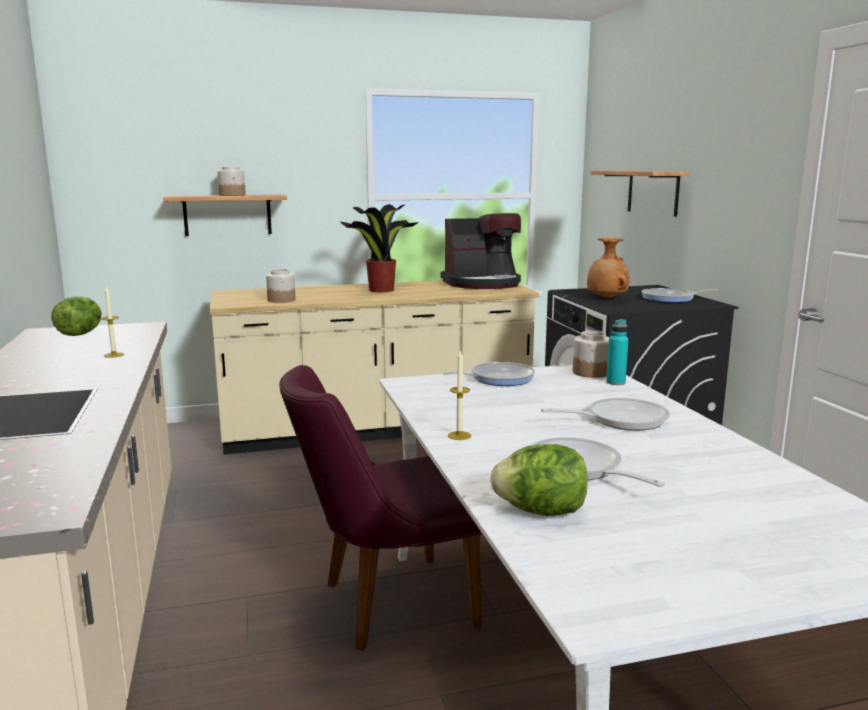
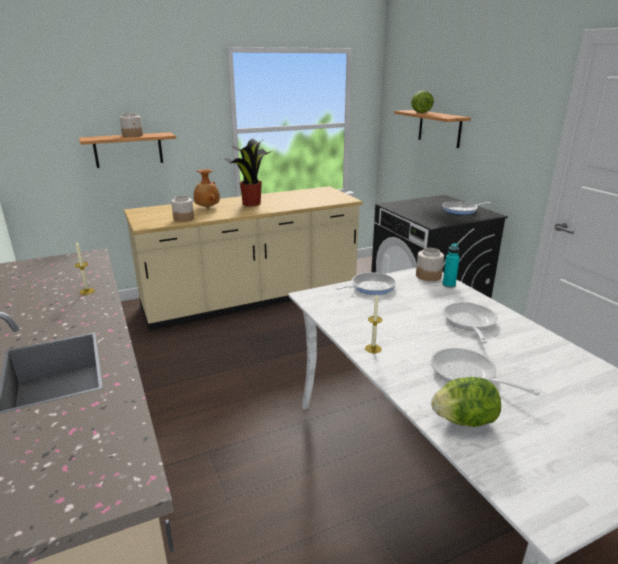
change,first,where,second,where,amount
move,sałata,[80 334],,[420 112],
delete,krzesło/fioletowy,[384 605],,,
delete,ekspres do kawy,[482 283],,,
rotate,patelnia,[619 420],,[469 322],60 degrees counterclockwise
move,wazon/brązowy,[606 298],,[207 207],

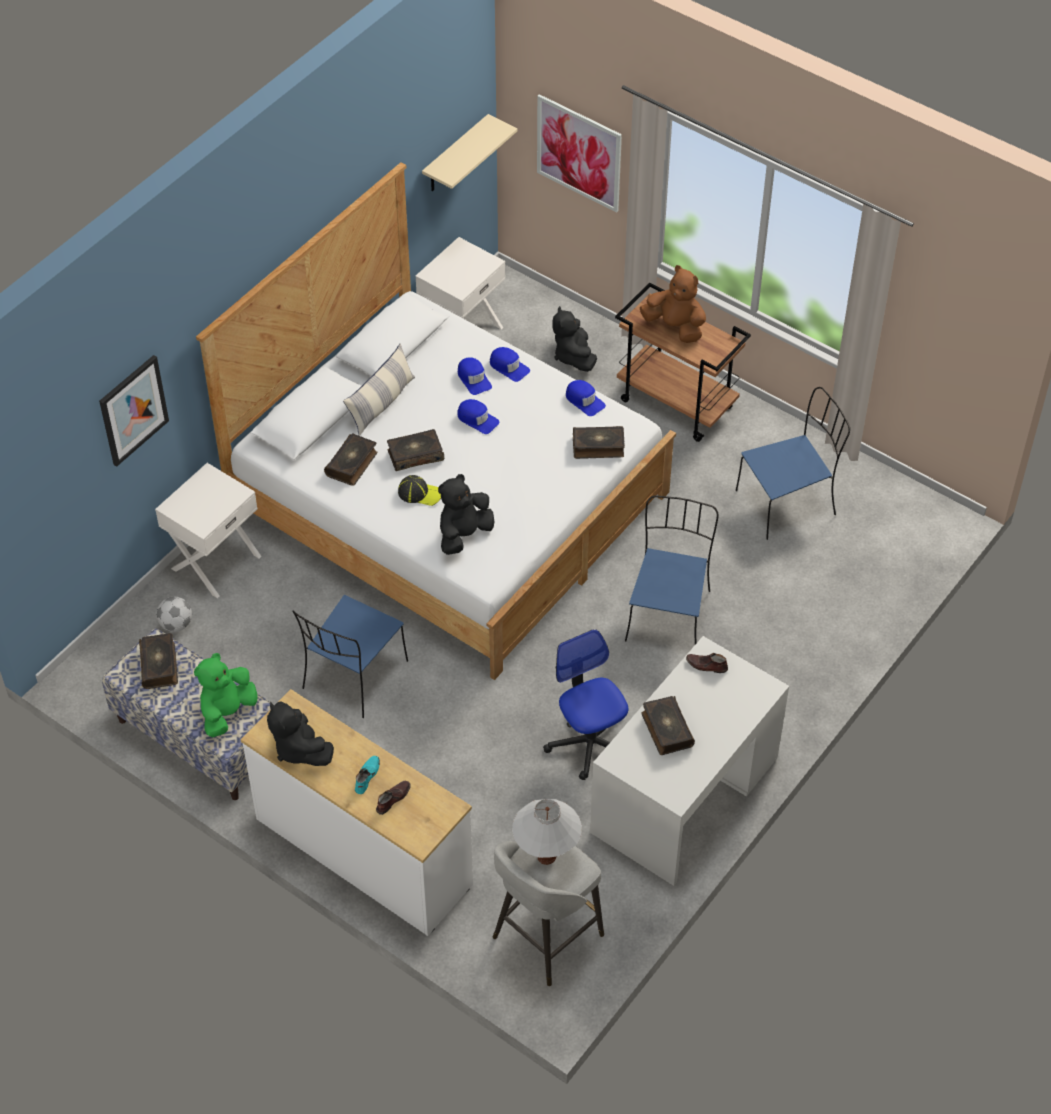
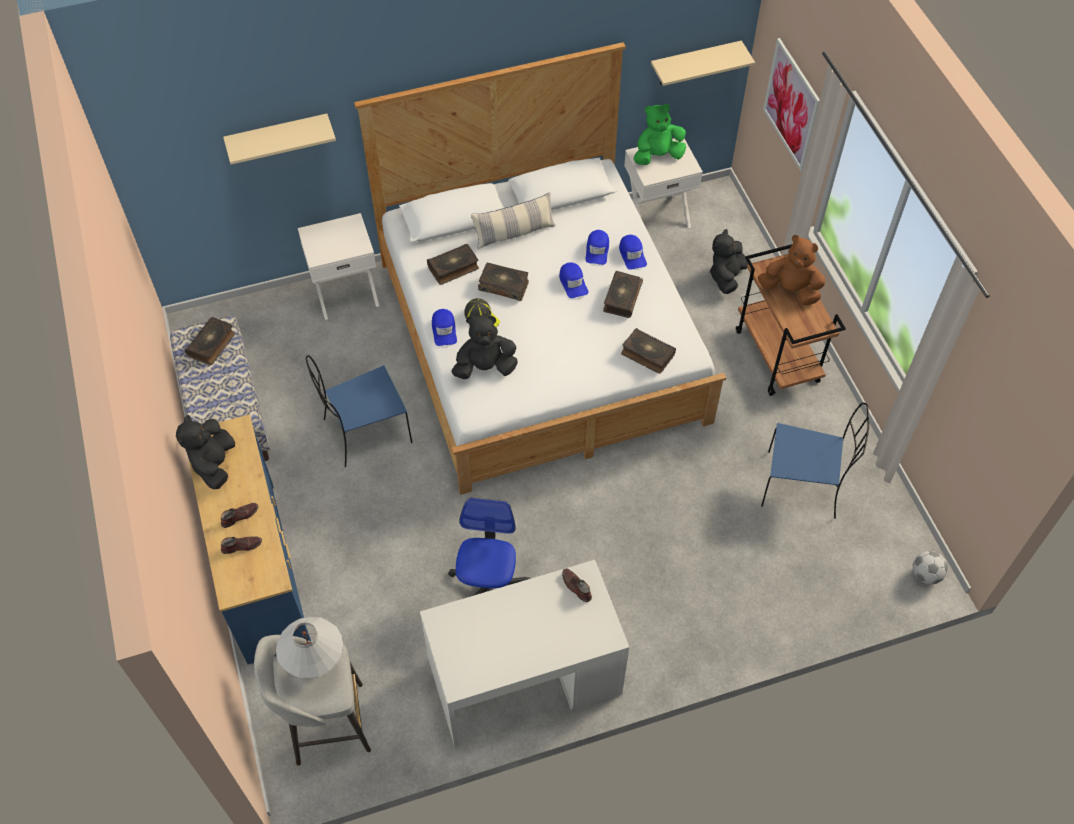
change,first,where,second,where,amount
replace,obraz,[133 410],półka/beżowy,[278 137],
move,piłka futbolowa,[176 624],,[925 575],
move,pluszak/zielony,[227 712],,[657 156],
recolor,komoda/biały,[363 852],komoda/niebieski,[259 569],
recolor,but/turkusowy,[366 776],but/brązowy,[240 516],
move,czapka z daszkiem/niebieski,[584 400],,[444 330],
delete,krzesło/niebieski,[668 614],,,
rotate,pluszak/brązowy,[675 327],,[790 290],45 degrees counterclockwise
move,książka,[666 730],,[621 298],

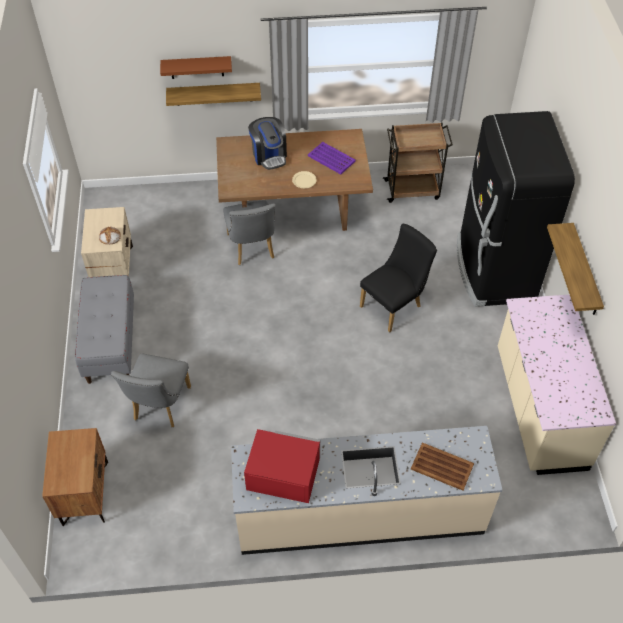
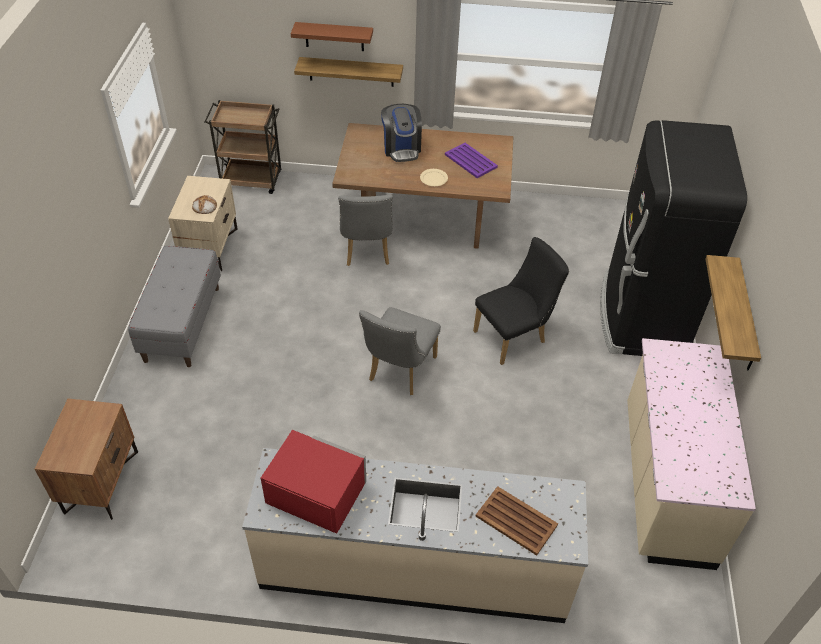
change,first,where,second,where,amount
move,krzesło/szary,[159 407],,[399 372],
move,wózek/brązowy,[413 189],,[251 180],

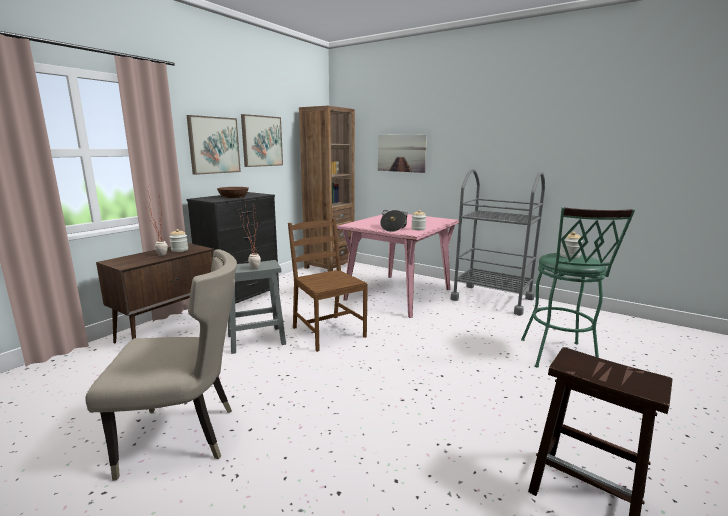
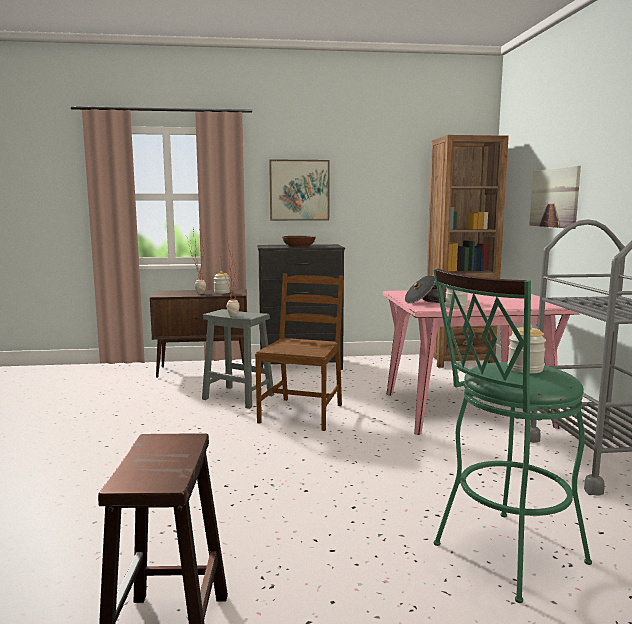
change,first,where,second,where,amount
delete,krzesło/beżowy,[185 436],,,
delete,obraz,[262 141],,,

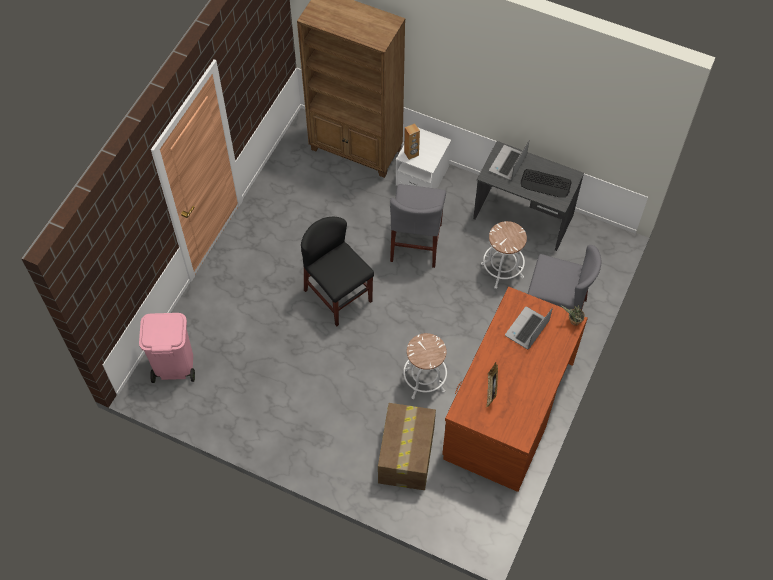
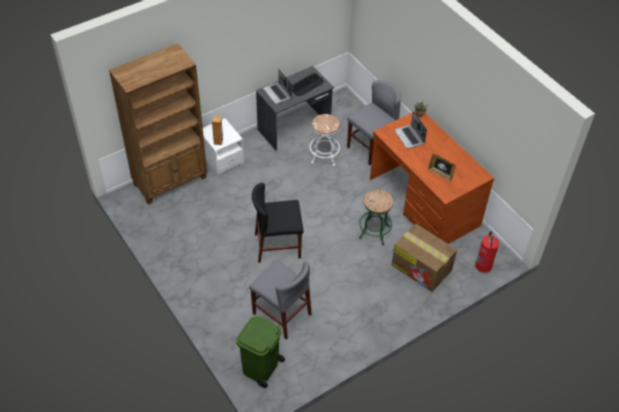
change,first,where,second,where,amount
recolor,kosz na śmieci/różowy,[174 365],kosz na śmieci/zielony,[260 368],
move,krzesło/szary,[416 242],,[281 314],
recolor,stołek/biały,[424 380],stołek/zielony,[374 232],
insert,,,gaśnica,[483 265],

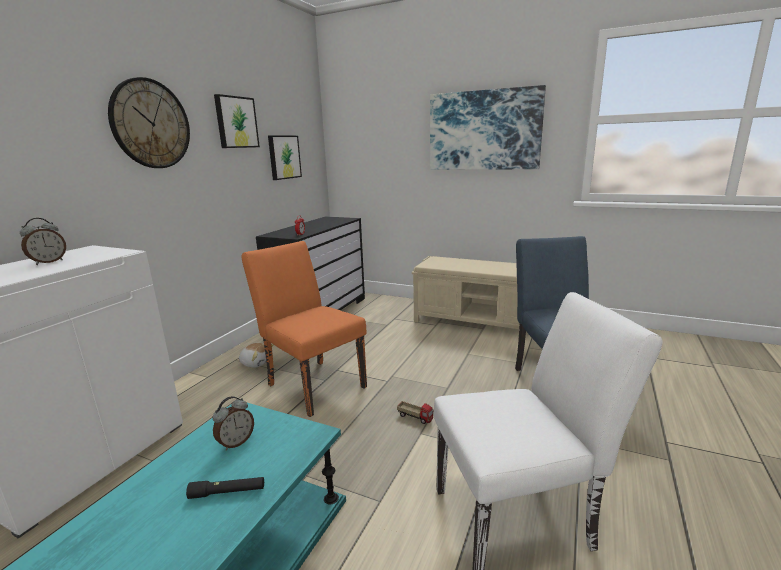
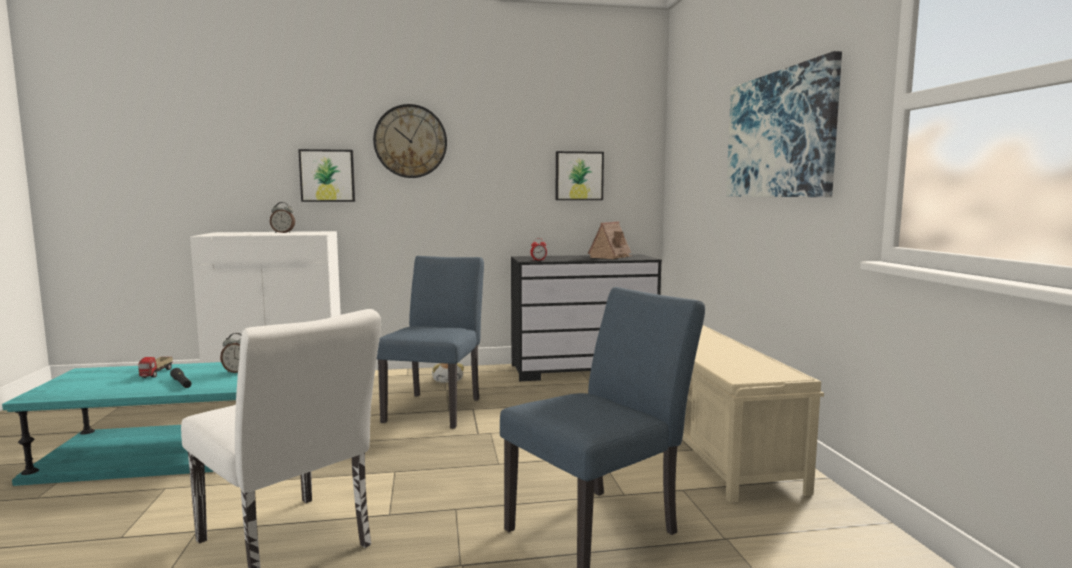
change,first,where,second,where,amount
move,obraz,[236 122],,[327 175],
recolor,krzesło/pomarańczowy,[312 383],krzesło/niebieski,[437 407],
move,ciężarówka zabawkowa,[415 417],,[157 373],
insert,,,domek,[610 257],

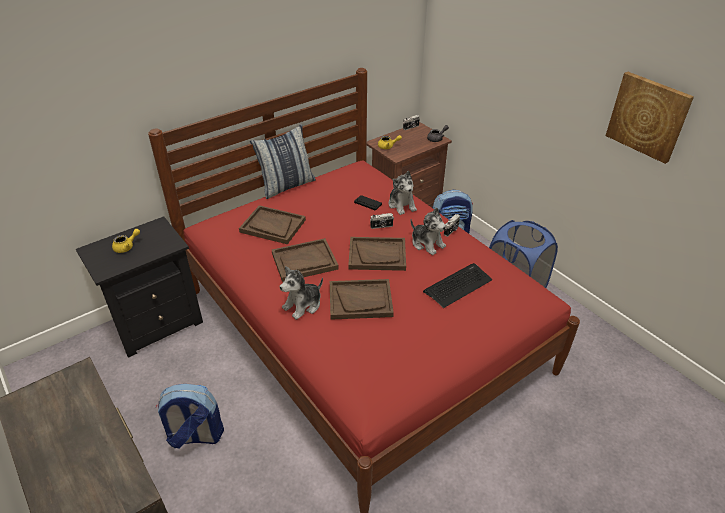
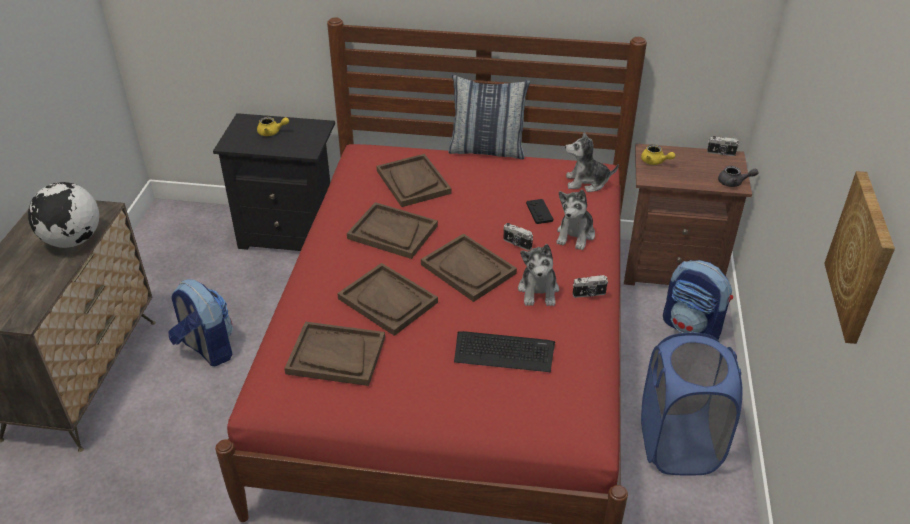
change,first,where,second,where,amount
move,pluszak,[303 305],,[586 182],
insert,,,globus,[73 241],
insert,,,taca/brązowy,[336 355],

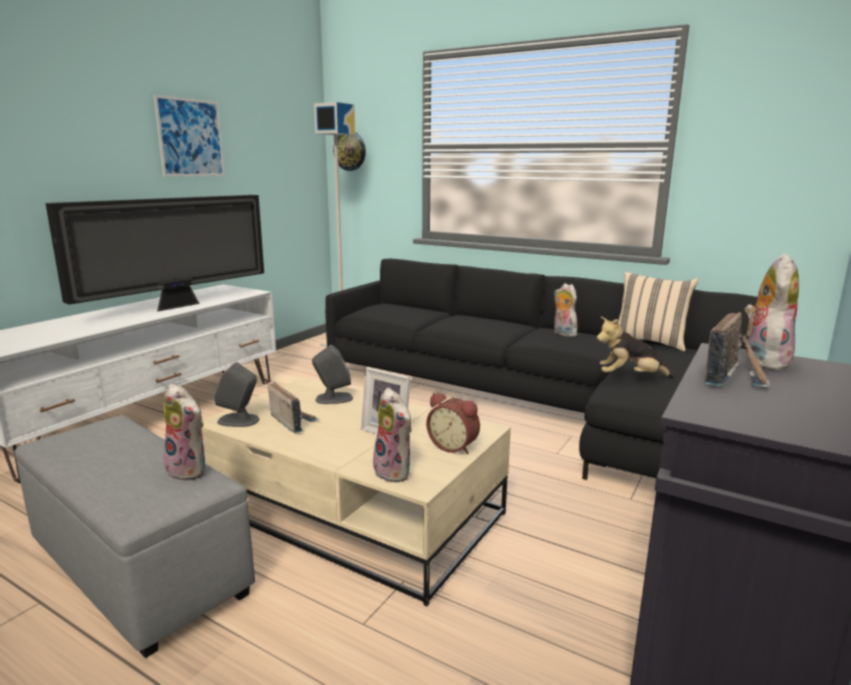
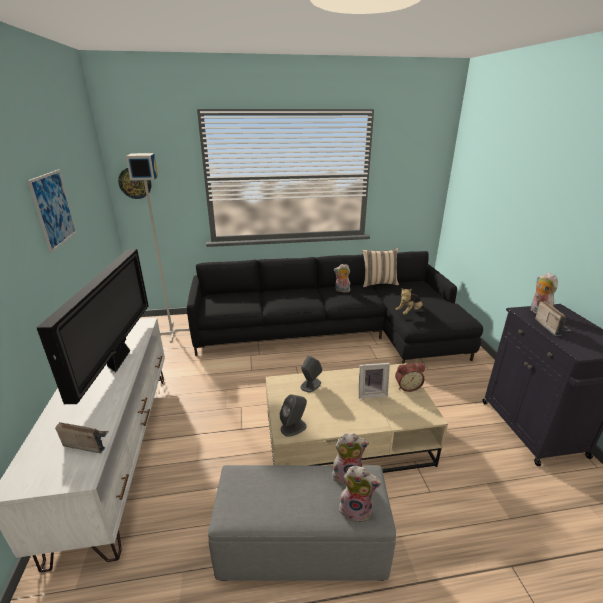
change,first,where,second,where,amount
move,radio,[293 421],,[87 442],
move,pluszak,[395 472],,[356 509],

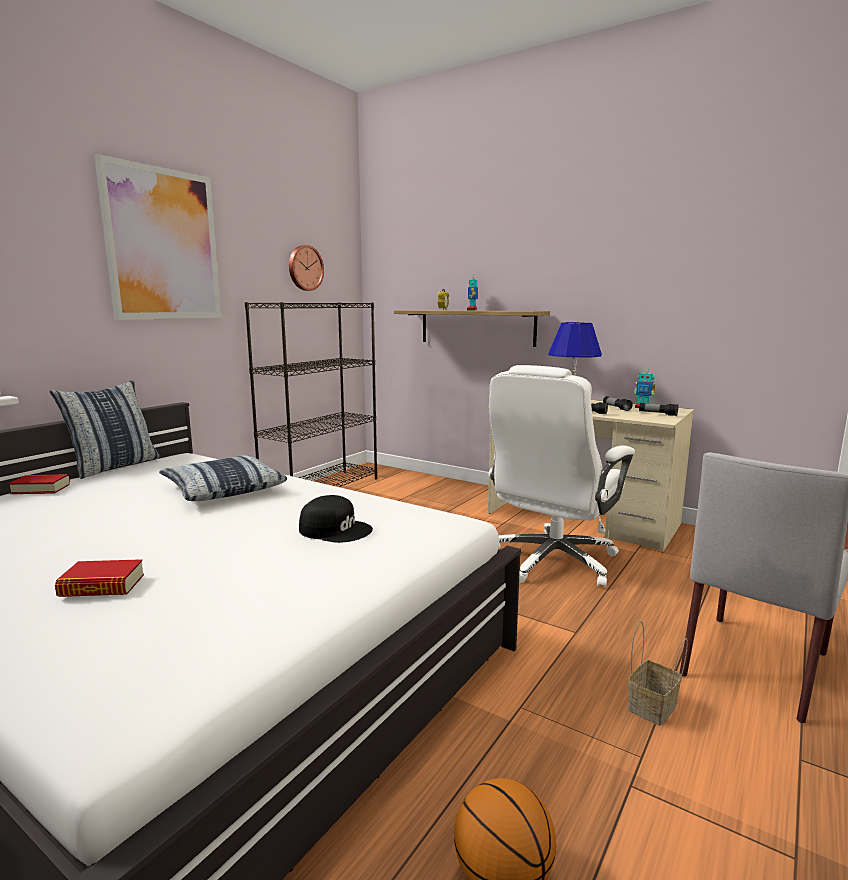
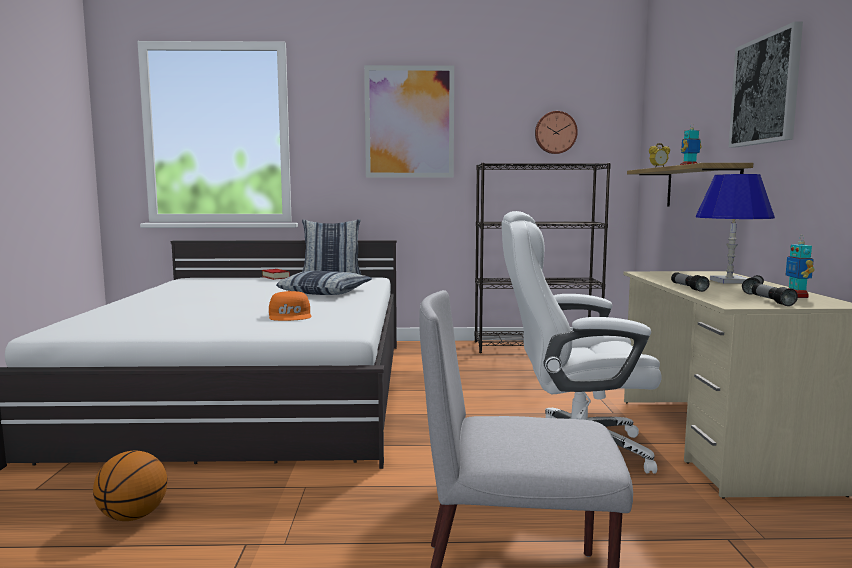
change,first,where,second,where,amount
delete,książka,[102 586],,,
recolor,czapka z daszkiem/czarny,[335 529],czapka z daszkiem/pomarańczowy,[291 315],
delete,koszyk,[652 708],,,
insert,,,obraz,[766 90],

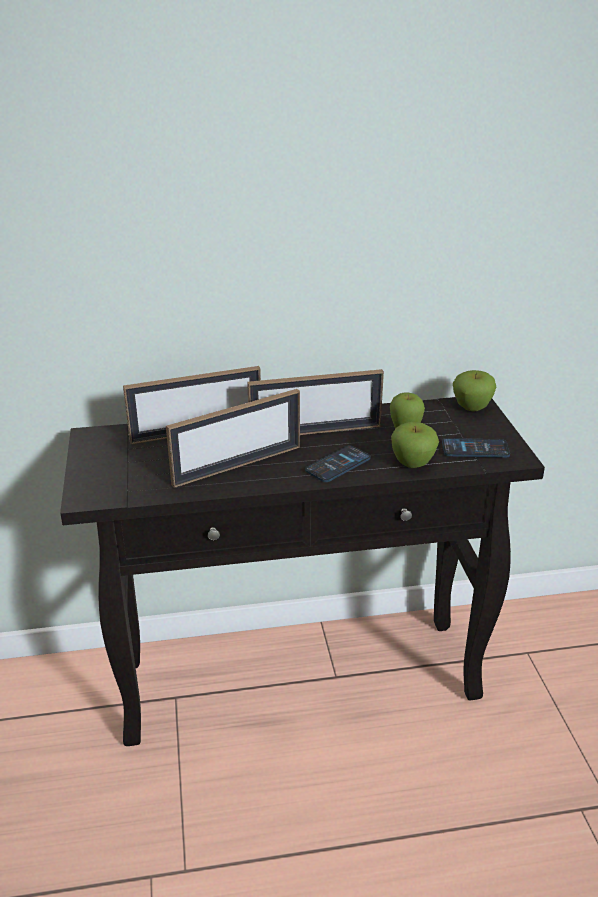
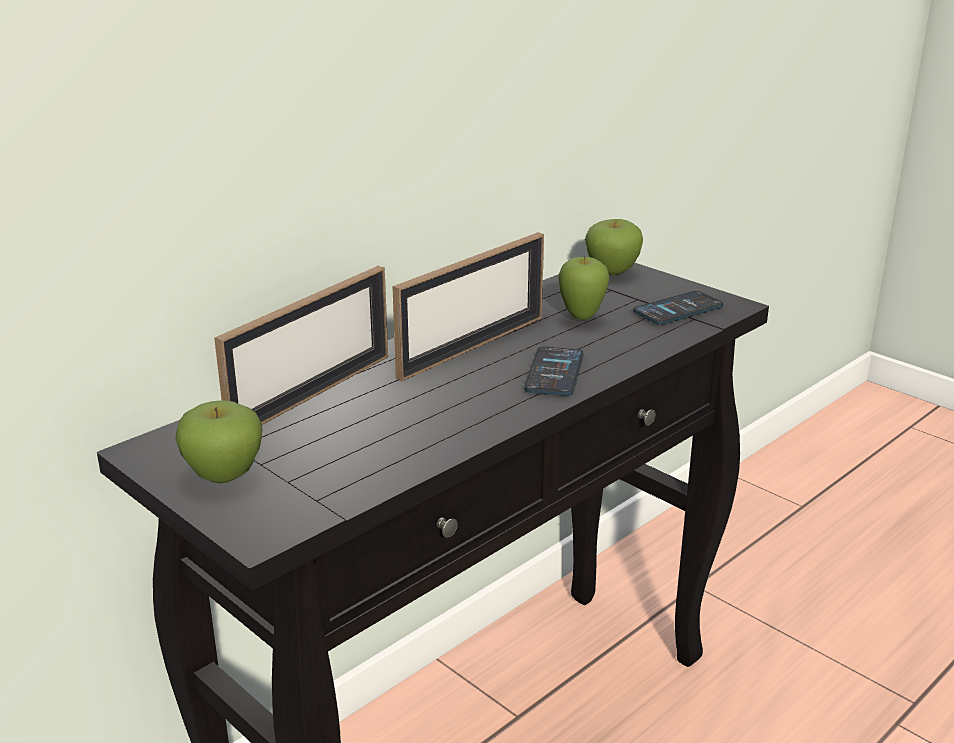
change,first,where,second,where,amount
delete,ramka na zdjęcie,[237 465],,,
move,jabłko,[412 463],,[224 474],

